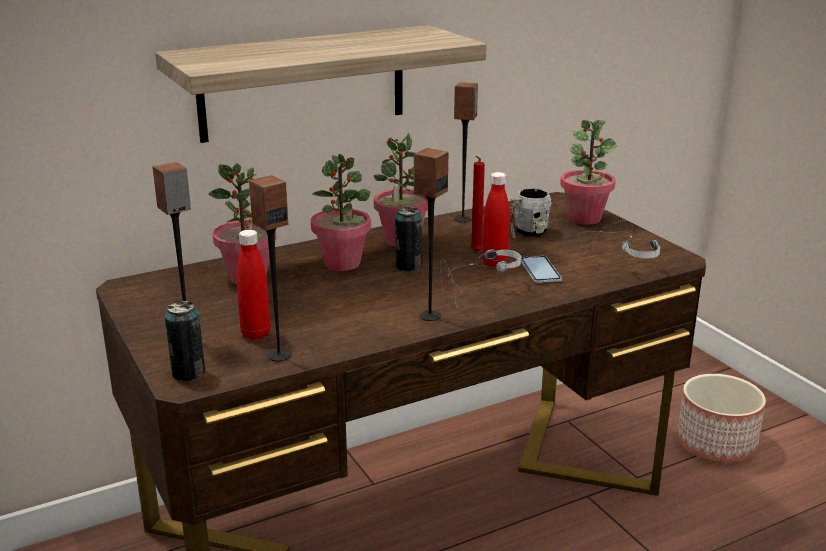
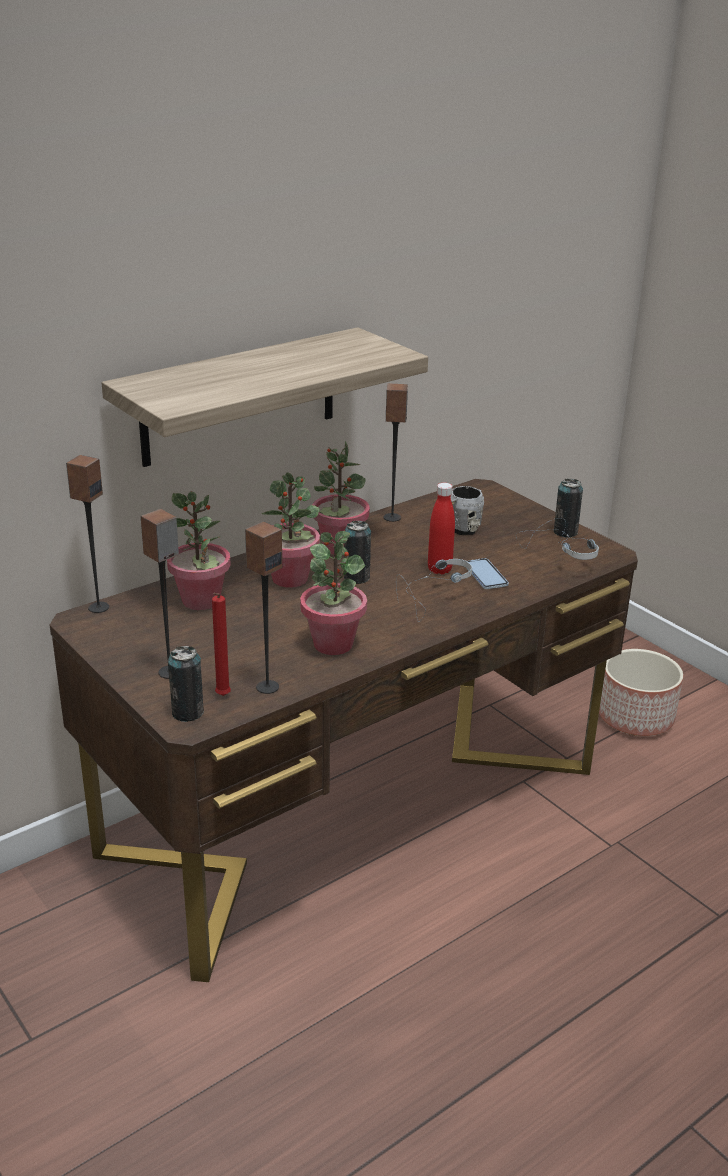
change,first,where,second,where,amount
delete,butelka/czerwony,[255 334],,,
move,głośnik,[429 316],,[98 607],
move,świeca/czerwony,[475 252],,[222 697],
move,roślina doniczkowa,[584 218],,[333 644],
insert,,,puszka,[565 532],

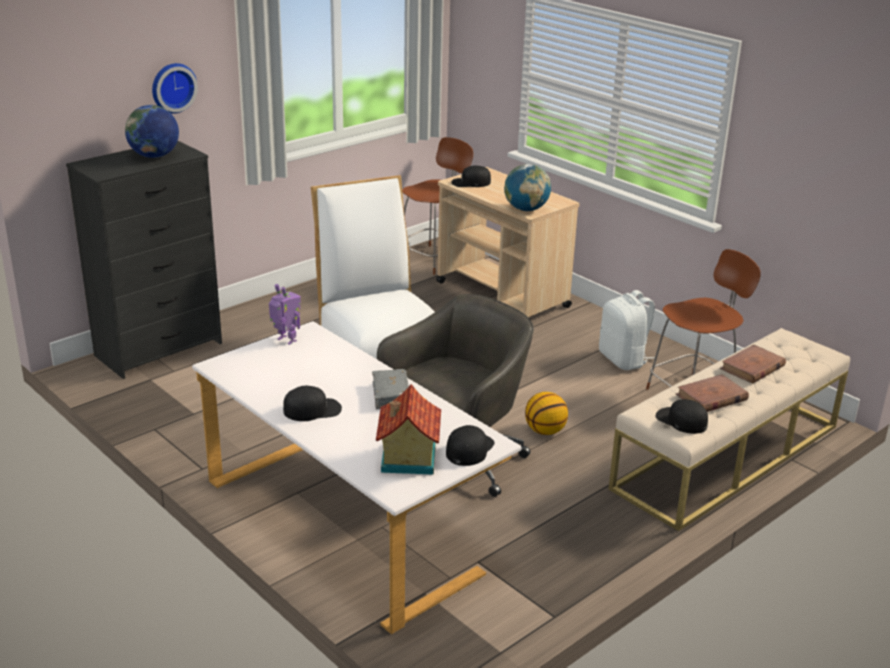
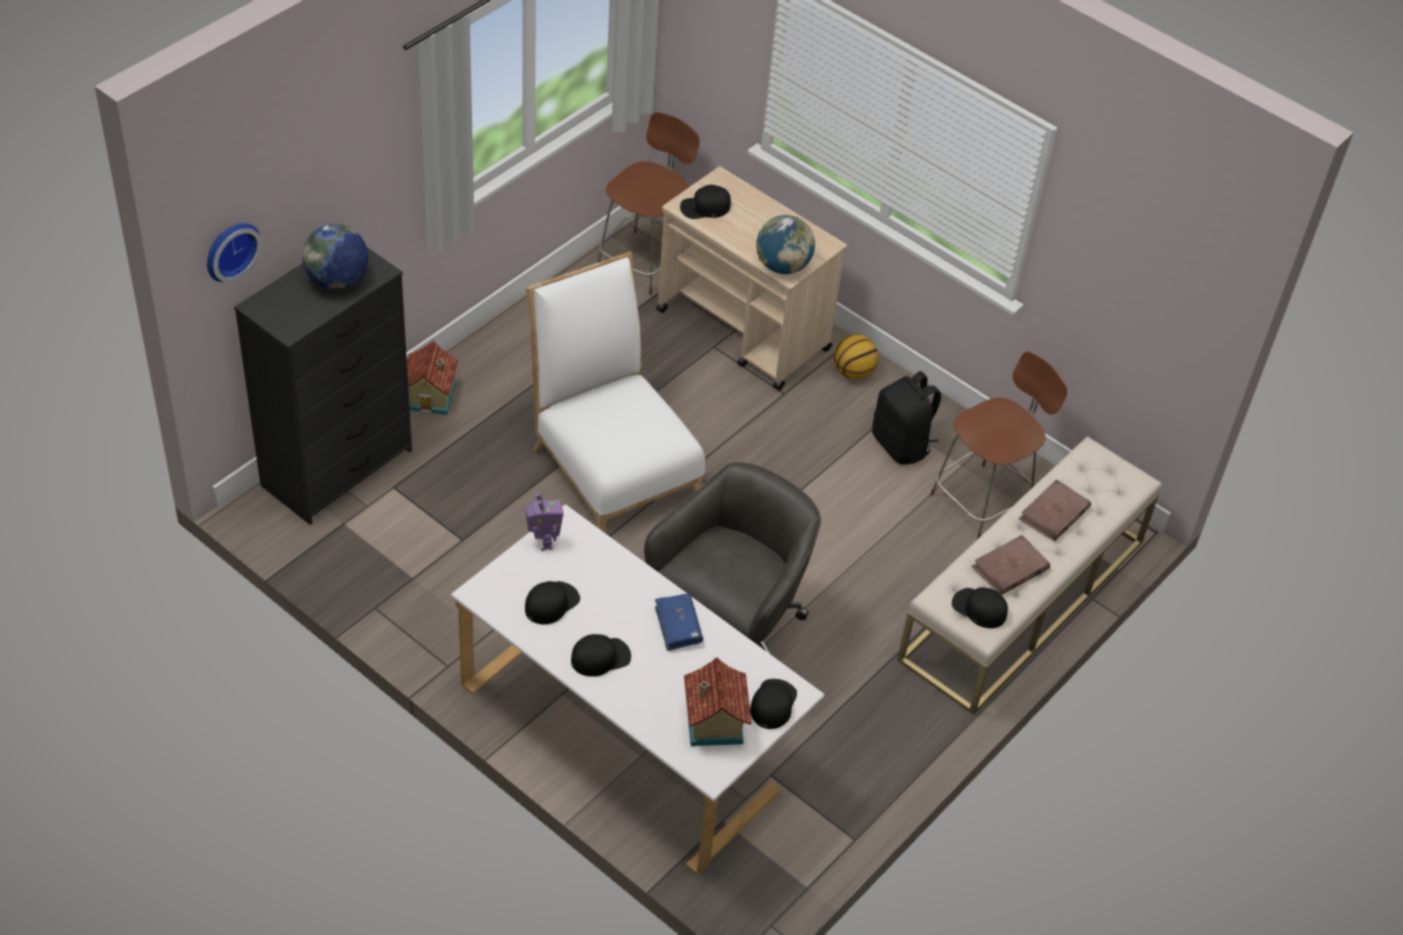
change,first,where,second,where,amount
move,zegar ścienny,[172 87],,[229 249],
rotate,robot zabawkowy,[286 340],,[544 543],45 degrees clockwise
recolor,książka/szary,[391 395],książka/niebieski,[678 626],
move,piłka do koszykówki,[545 431],,[853 372],
recolor,plecak/biały,[624 360],plecak/czarny,[902 445],
insert,,,domek,[431 397],
insert,,,czapka z daszkiem/czarny,[551 603],

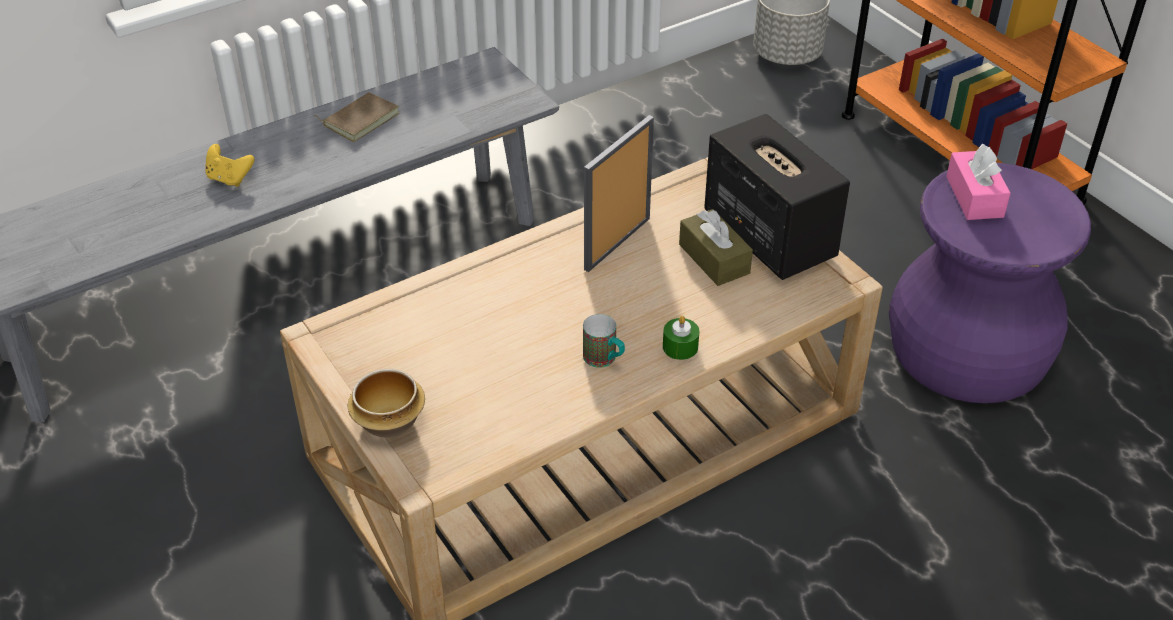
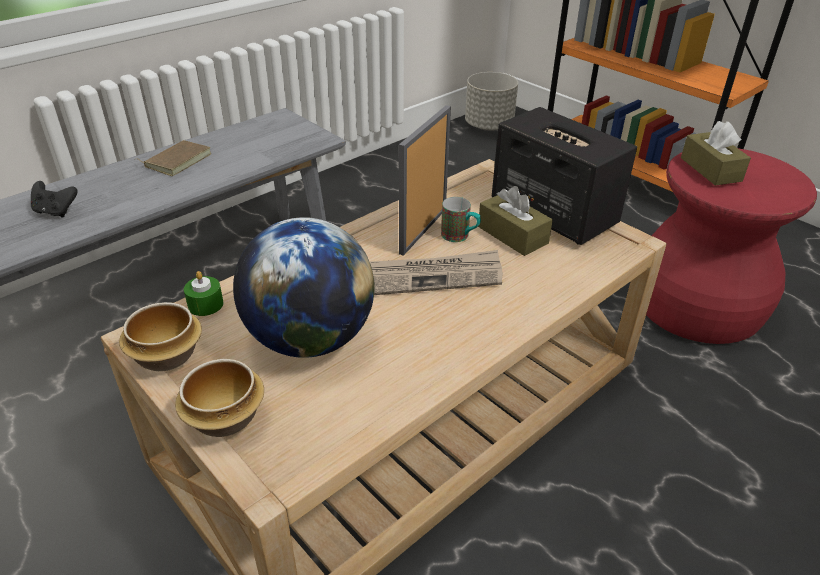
change,first,where,second,where,amount
recolor,pad do gier/żółty,[230 178],pad do gier/czarny,[56 212],
move,kubek,[605 360],,[460 237],
move,świeca/zielony,[680 347],,[205 304],
recolor,stołek/fioletowy,[969 352],stołek/czerwony,[697 306],
recolor,pudełko chusteczek/różowy,[974 197],pudełko chusteczek/brązowy,[710 169],
insert,,,miska,[165 356],
insert,,,globus,[310 339],
insert,,,gazeta,[433 276],

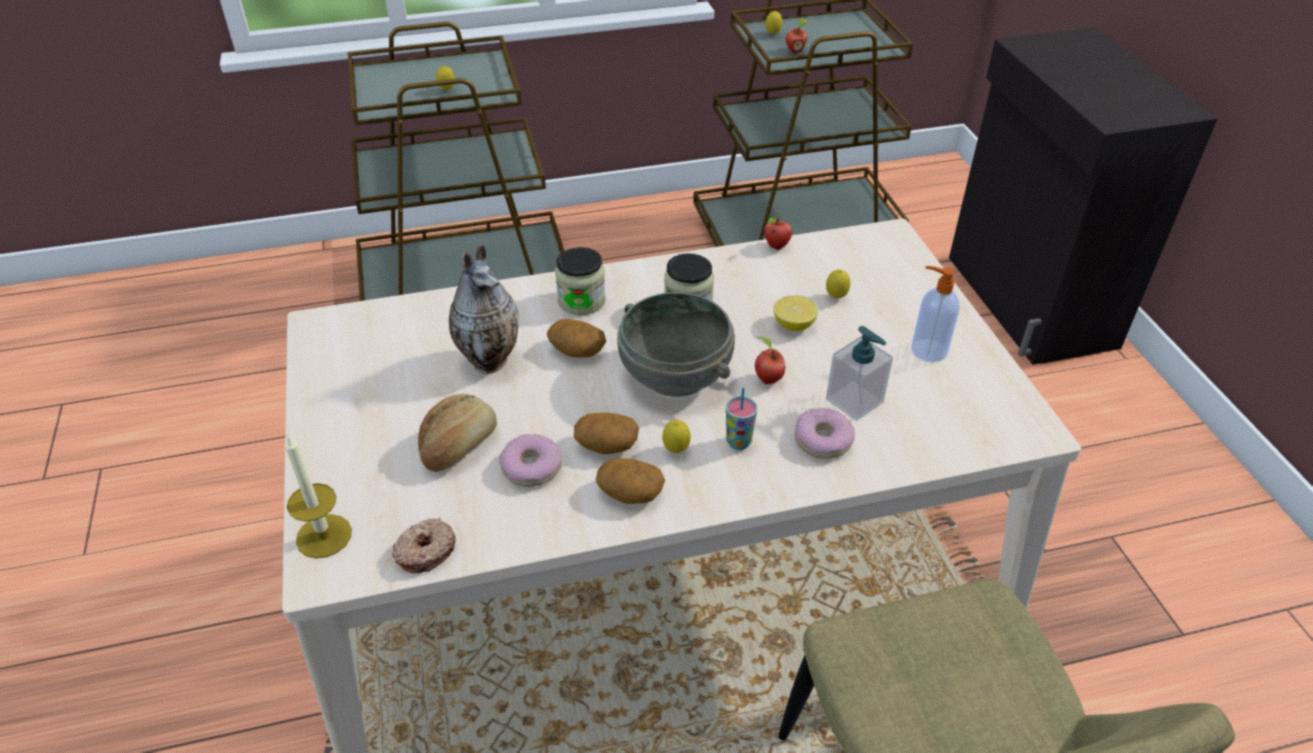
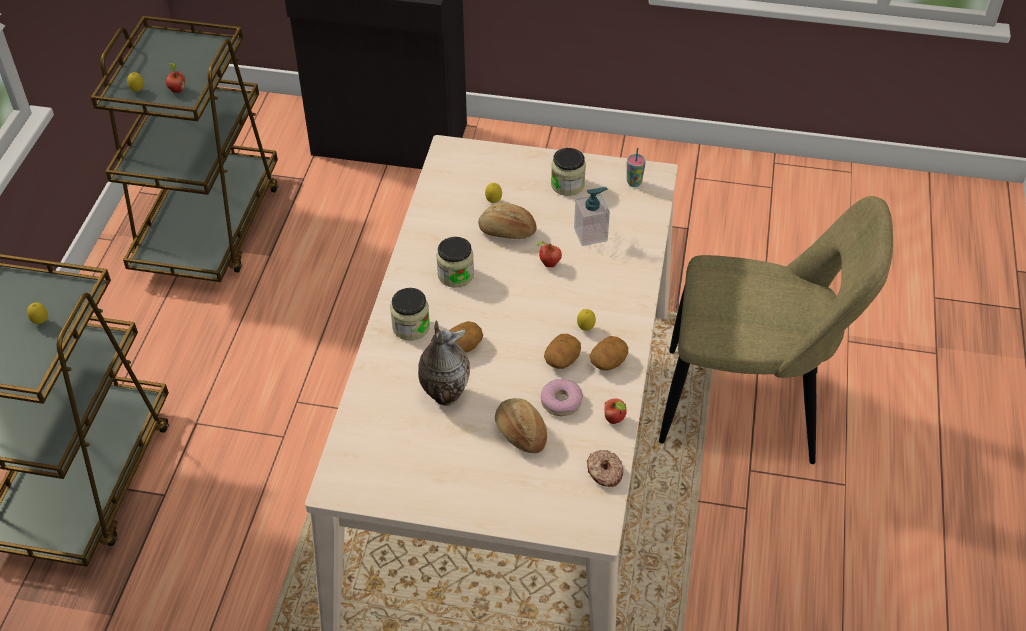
change,first,where,second,where,amount
delete,świeca,[324 536],,,
delete,miska/szary,[677 374],,,
move,filiżanka,[738 442],,[634 182],
move,jabłko,[776 247],,[615 420],
replace,cytryna,[793 325],chleb,[507 232],
delete,donut,[823 440],,,
replace,dozownik mydła,[927 350],słoik,[567 185],

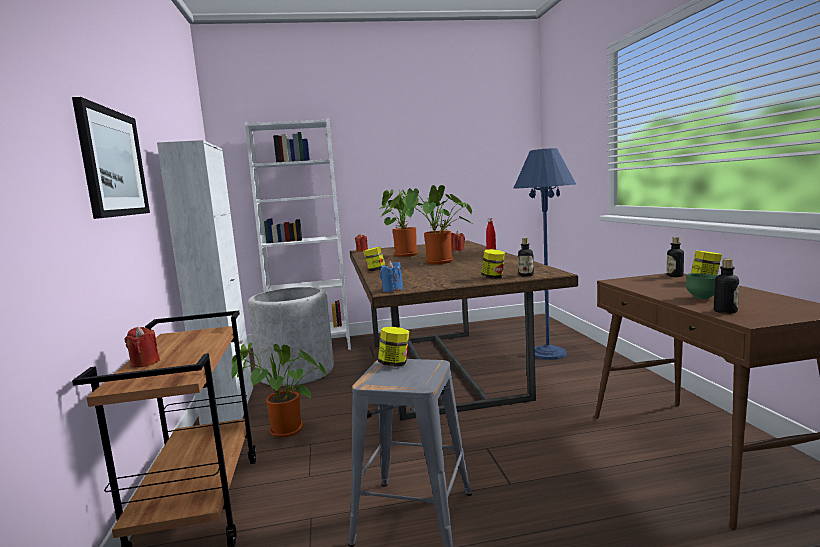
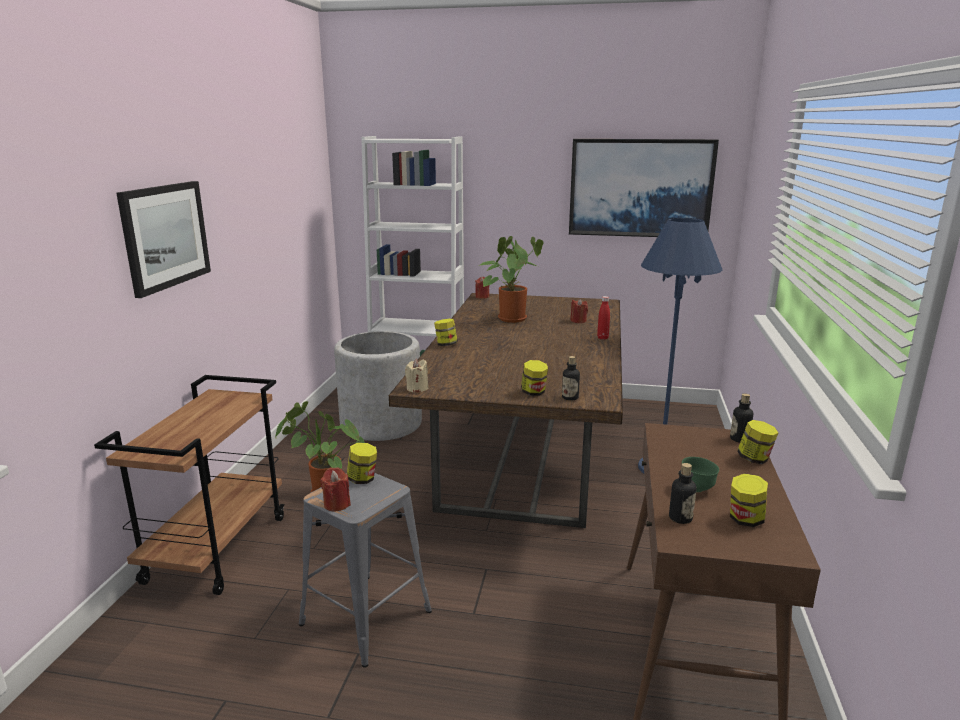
change,first,where,second,where,amount
move,świeca/czerwony,[145 363],,[337 504],
delete,szafka/biały,[229 406],,,
recolor,świeca/niebieski,[392 290],świeca/beżowy,[417 388],
delete,roślina doniczkowa,[436 263],,,
insert,,,obraz,[640 188],
insert,,,słoik,[745 520],

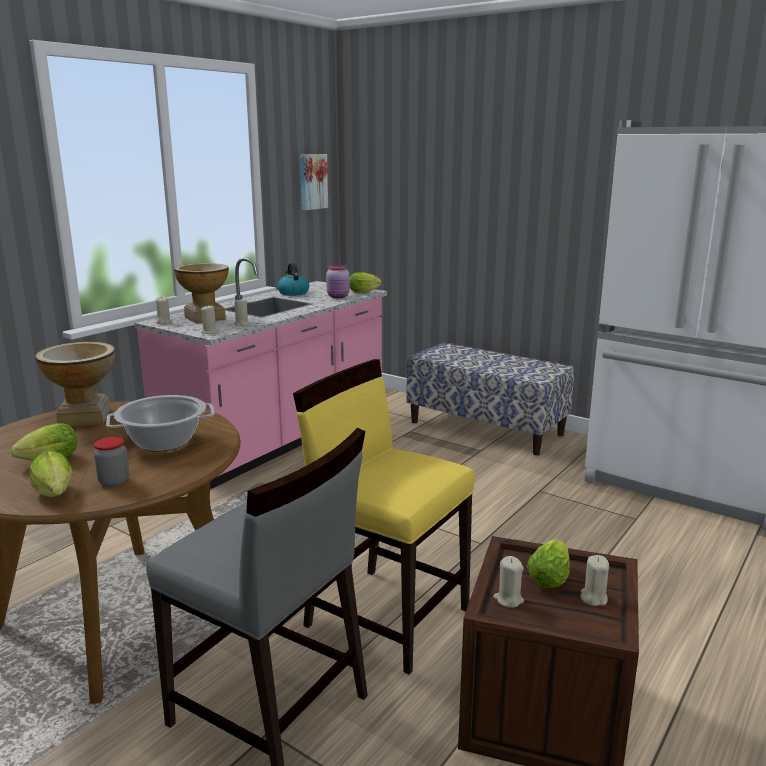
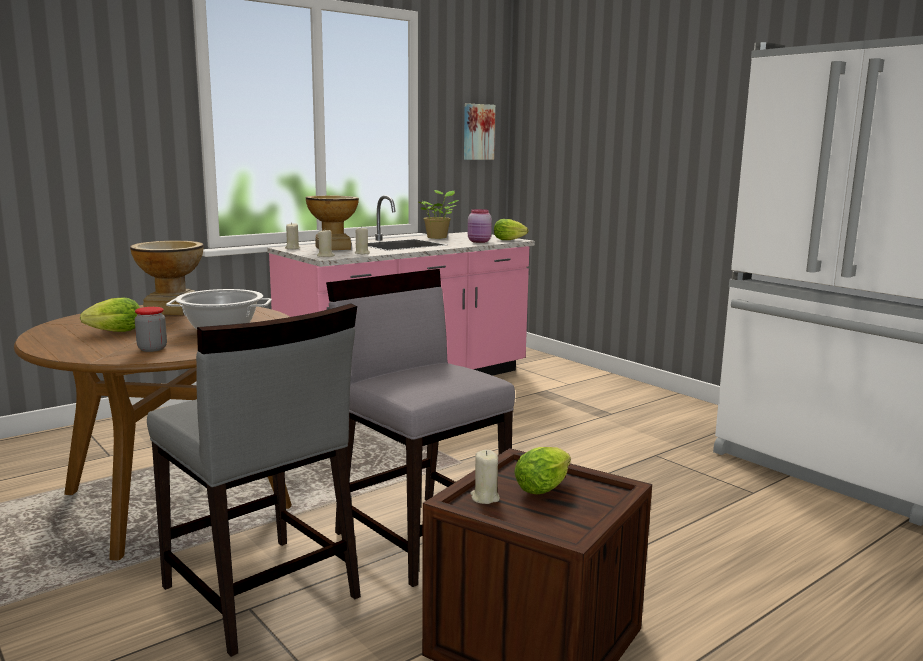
change,first,where,second,where,amount
delete,sałata,[55 495],,,
replace,czajnik,[293 293],roślina doniczkowa,[438 237],
recolor,krzesło/żółty,[386 615],krzesło/szary,[421 536],
delete,ławka,[486 428],,,
delete,świeca/beżowy,[593 598],,,

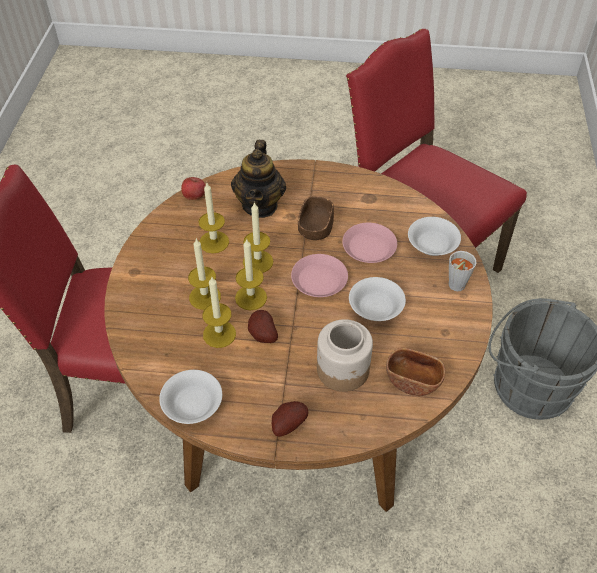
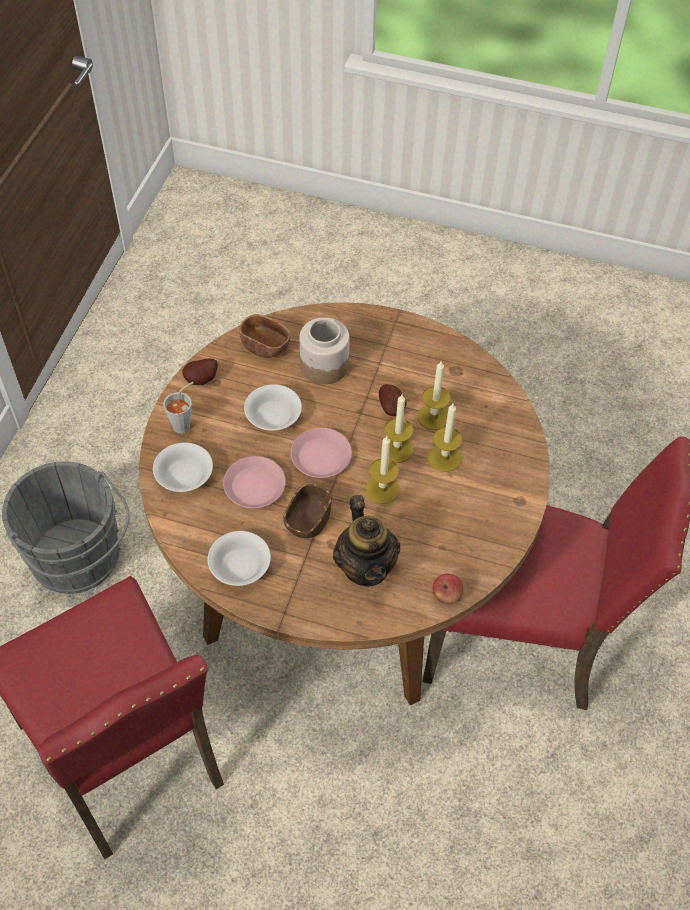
change,first,where,second,where,amount
move,miska/biały,[193 404],,[239 567],
delete,świeca,[214 242],,,
rotate,imbryk,[260 205],,[366 567],150 degrees clockwise
move,ziemniak,[287 424],,[202 380],

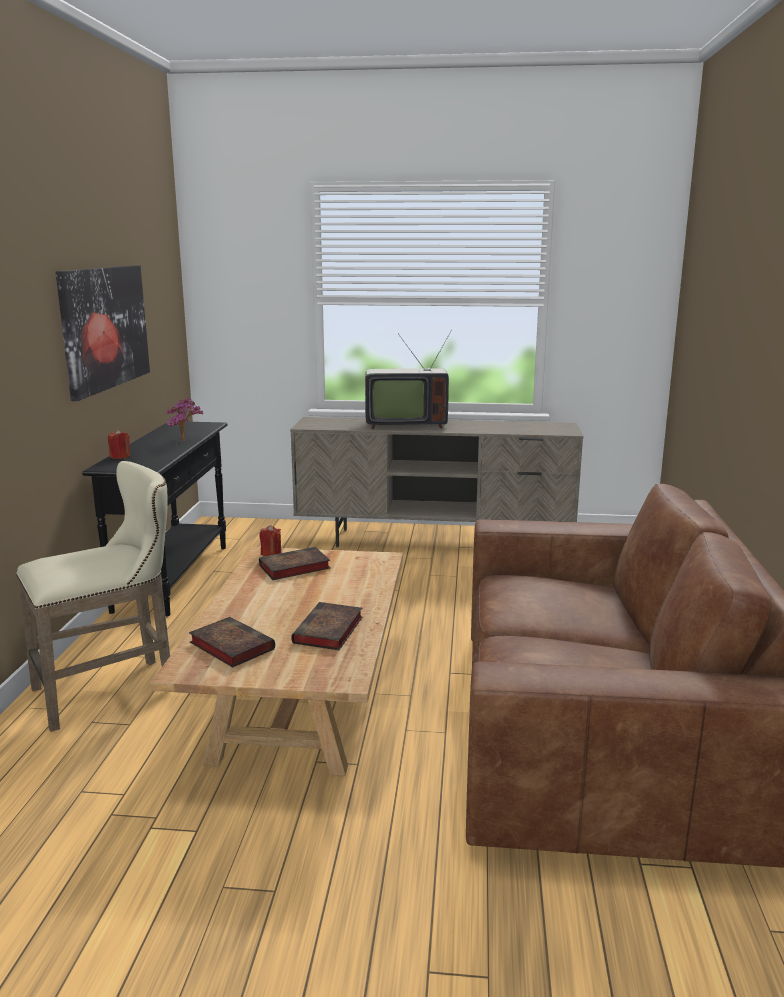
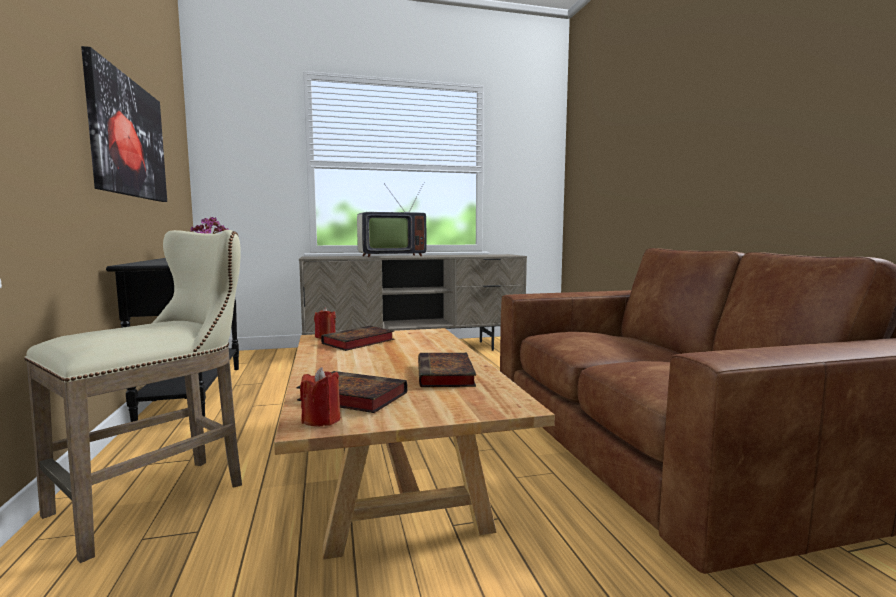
change,first,where,second,where,amount
move,świeca/czerwony,[120 456],,[321 420],

